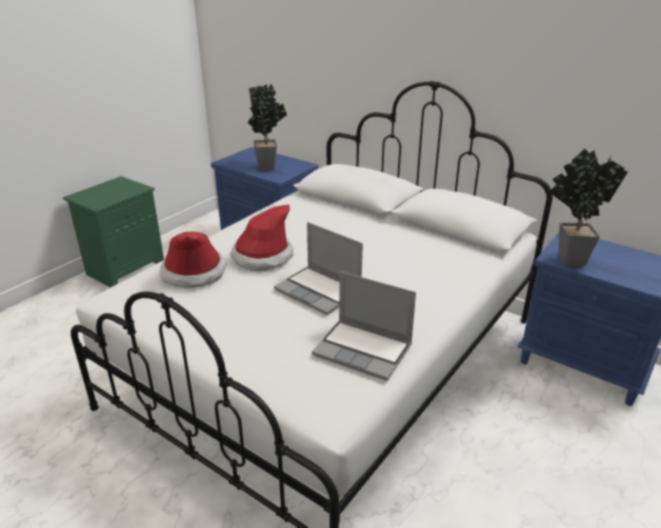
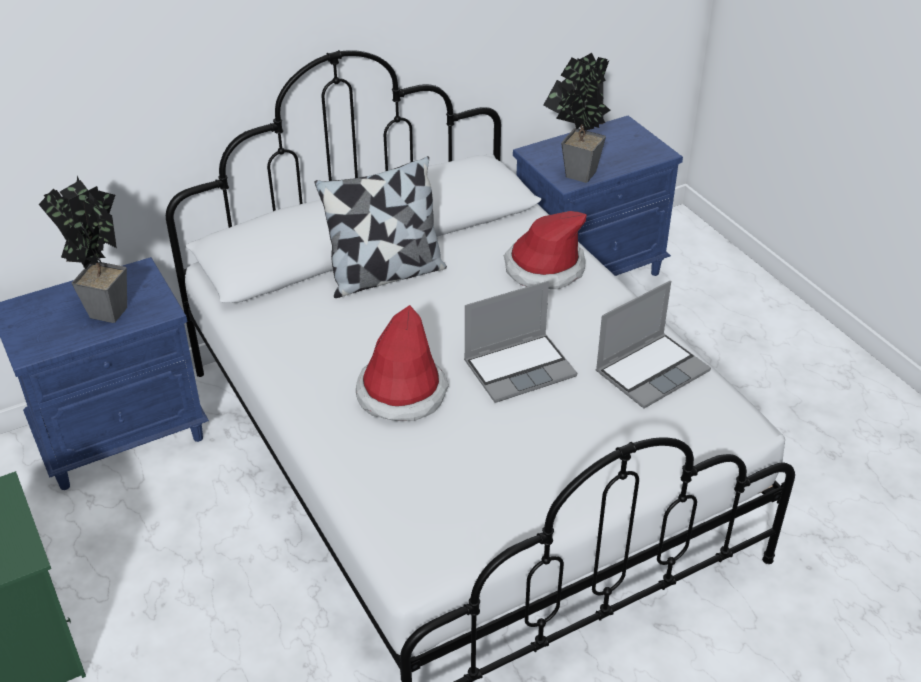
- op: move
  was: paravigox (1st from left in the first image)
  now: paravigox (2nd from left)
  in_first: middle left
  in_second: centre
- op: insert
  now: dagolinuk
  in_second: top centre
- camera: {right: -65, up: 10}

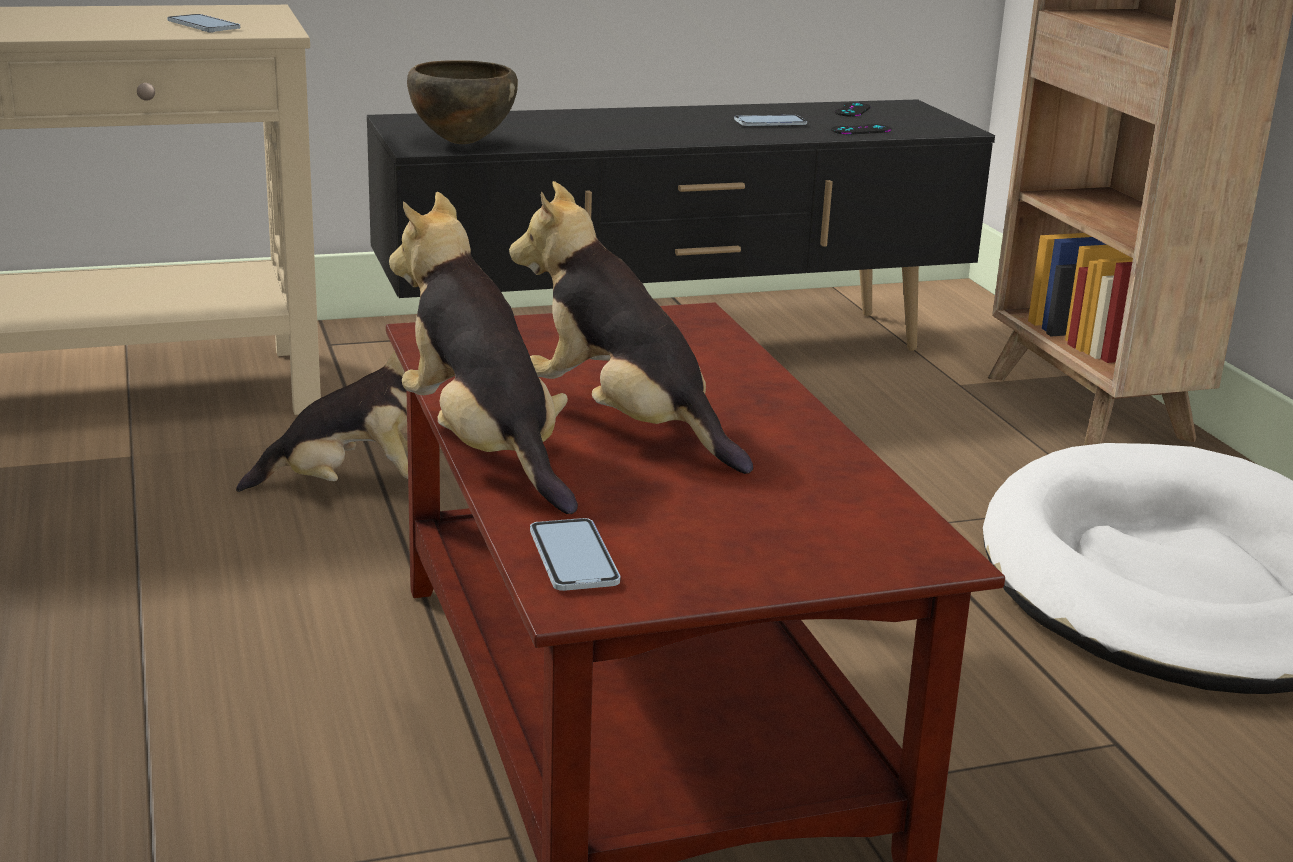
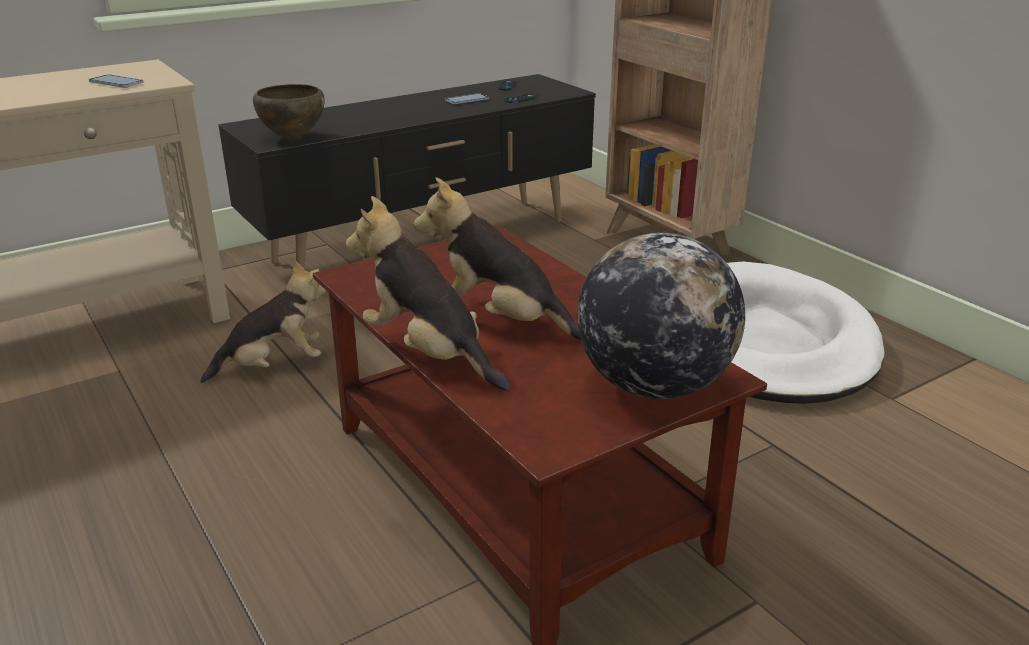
- op: delete
  was: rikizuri (2nd from left)
  in_first: centre
- op: insert
  now: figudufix
  in_second: centre
- camera: {right: -15, up: 5}

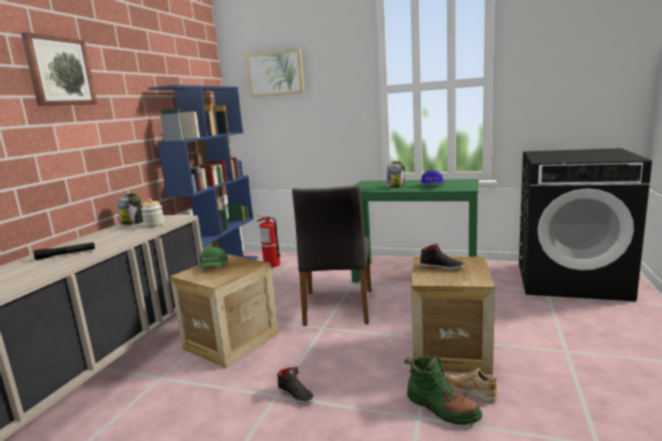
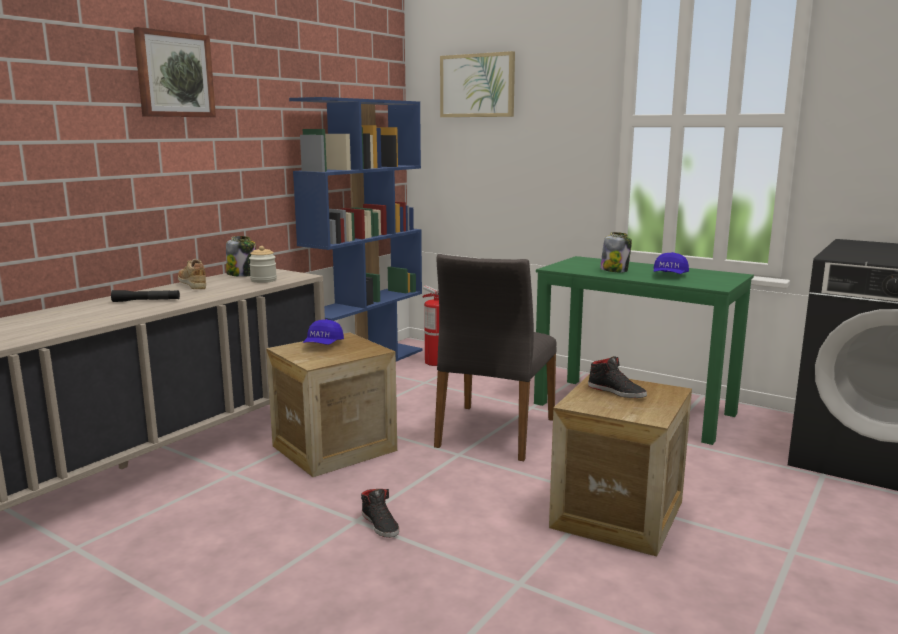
- op: recolor
  was: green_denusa
  now: blue_denusa (1st from left)
  in_first: middle left
  in_second: centre
- op: delete
  was: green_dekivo
  in_first: bottom right
- op: move
  was: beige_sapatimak
  in_first: bottom right
  in_second: middle left
- camera: {right: 15, up: 0}

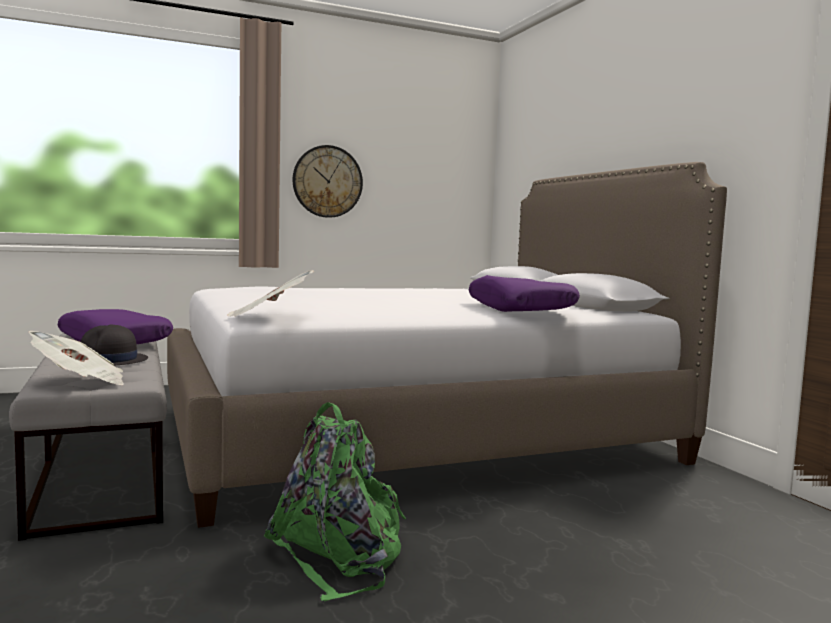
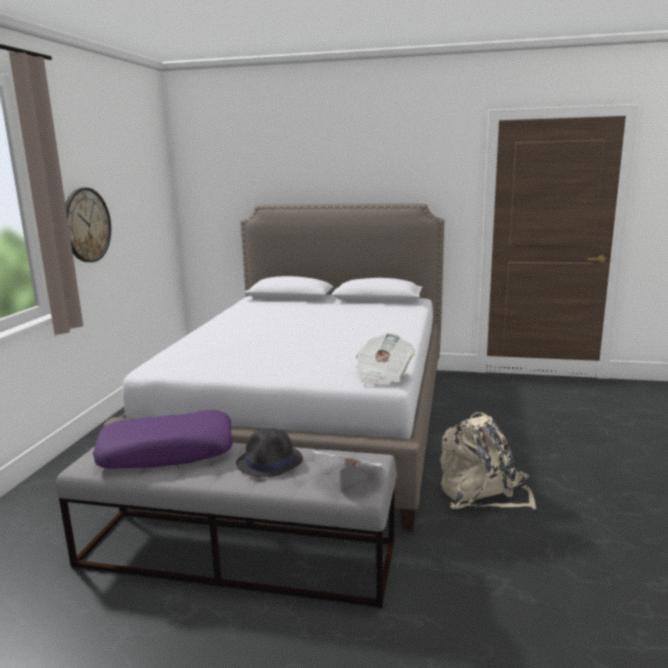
- op: recolor
  was: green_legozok
  now: beige_legozok
  in_first: bottom centre
  in_second: bottom right
- op: delete
  was: purple_dagolinuk (2nd from left)
  in_first: centre
- camera: {right: -55, up: 10}

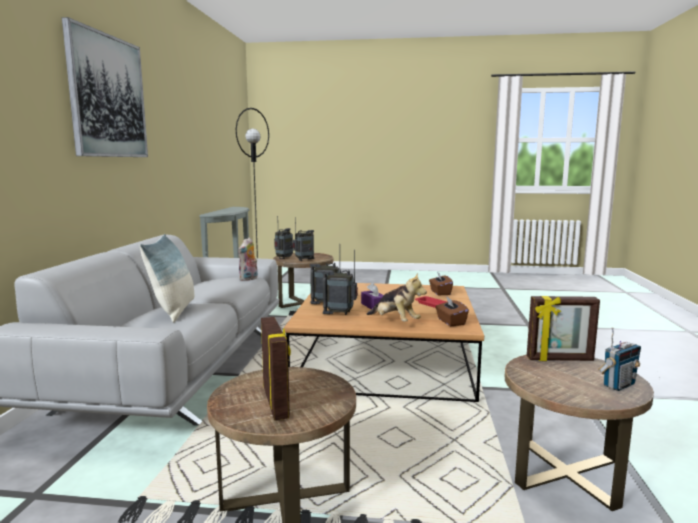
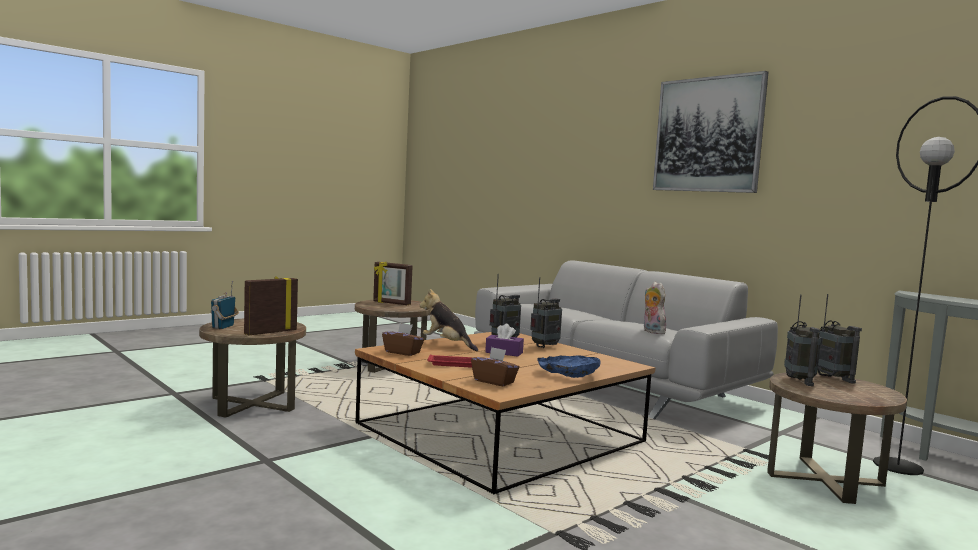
- op: delete
  was: dagolinuk
  in_first: middle left
- op: rotate
  was: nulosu (2nd from left in the first image)
  in_first: centre
  in_second: centre
  clockwise: 45
- op: insert
  now: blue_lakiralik
  in_second: centre
- camera: {right: 130, up: -5}

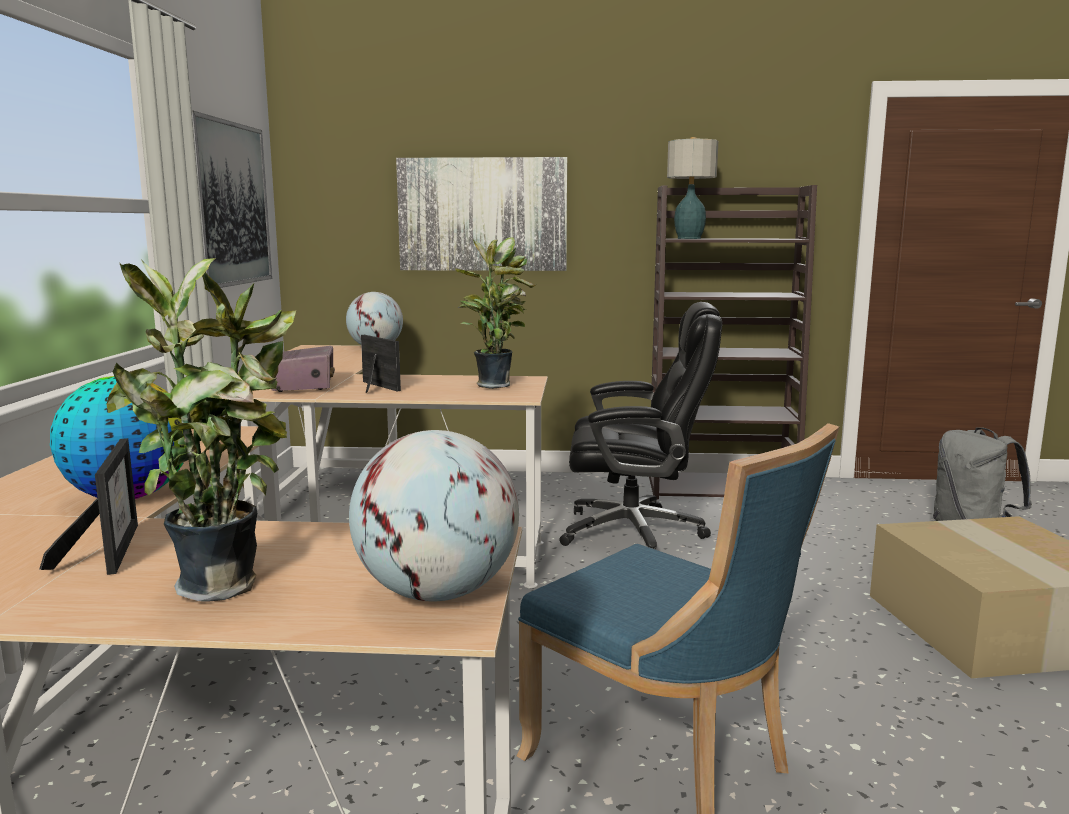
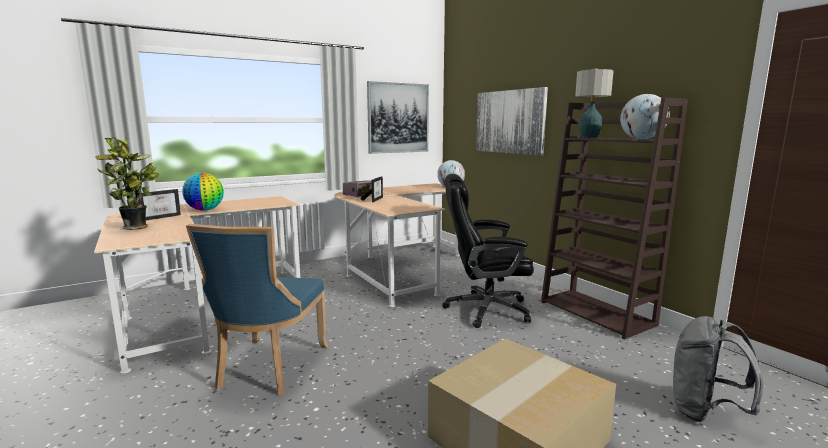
- op: move
  was: figudufix (3rd from left)
  in_first: centre
  in_second: top right
- op: delete
  was: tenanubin (2nd from left)
  in_first: centre
- op: rotate
  was: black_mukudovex
  in_first: centre
  in_second: centre
  clockwise: 120
- camera: {right: 55, up: 0}

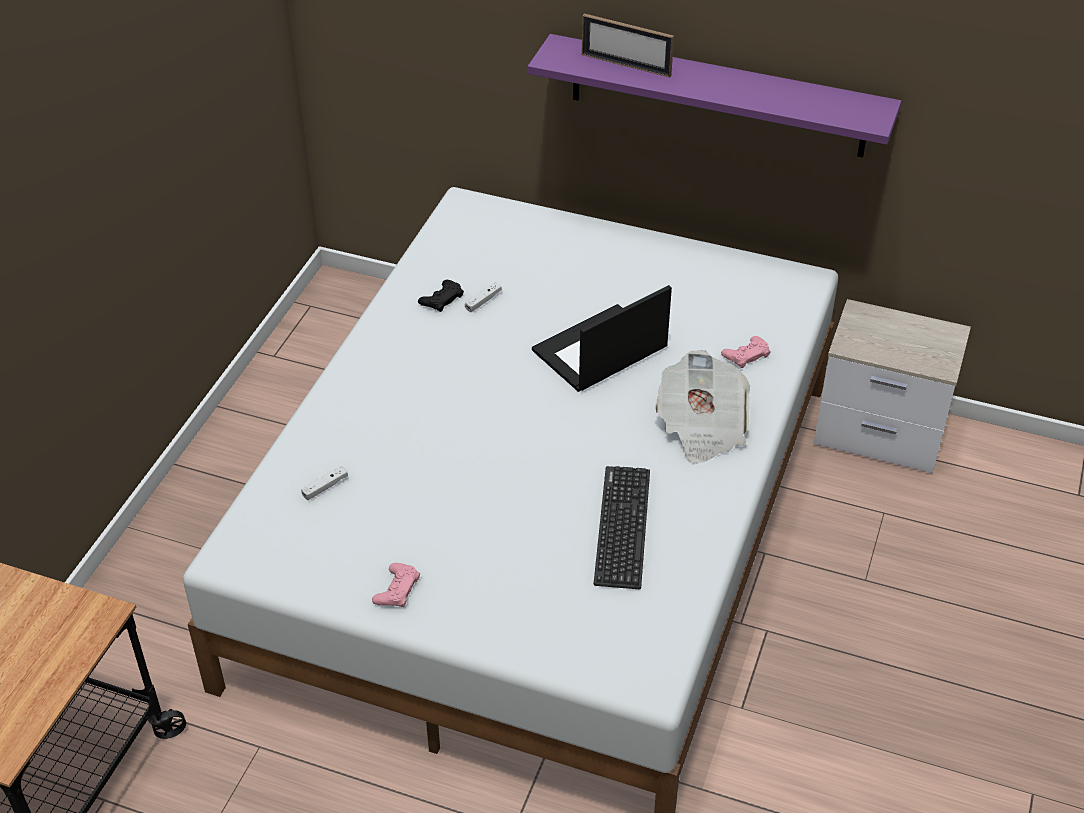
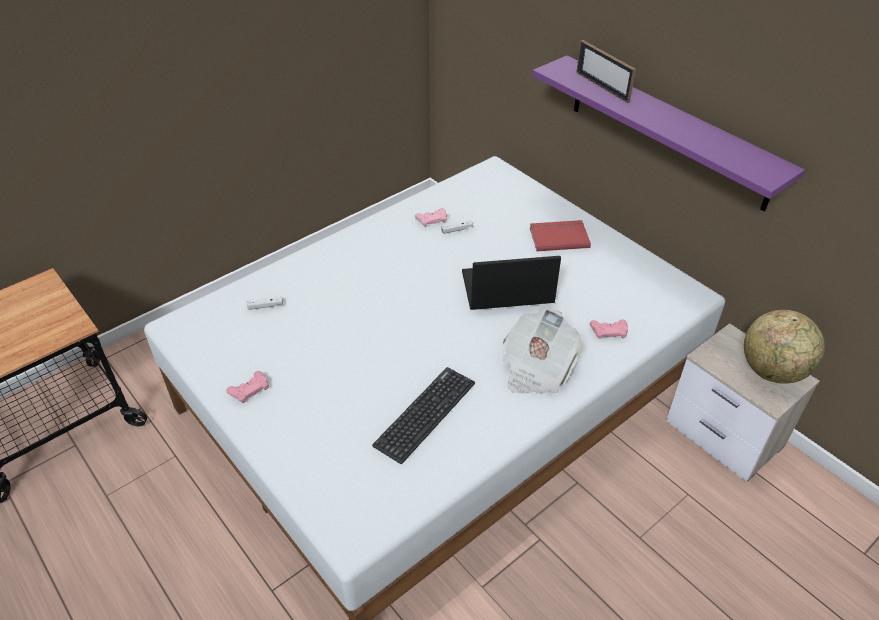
- op: recolor
  was: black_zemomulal
  now: pink_zemomulal (2nd from left)
  in_first: centre
  in_second: centre
- op: insert
  now: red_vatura
  in_second: centre
- op: insert
  now: figudufix
  in_second: middle right
- camera: {right: 30, up: 0}

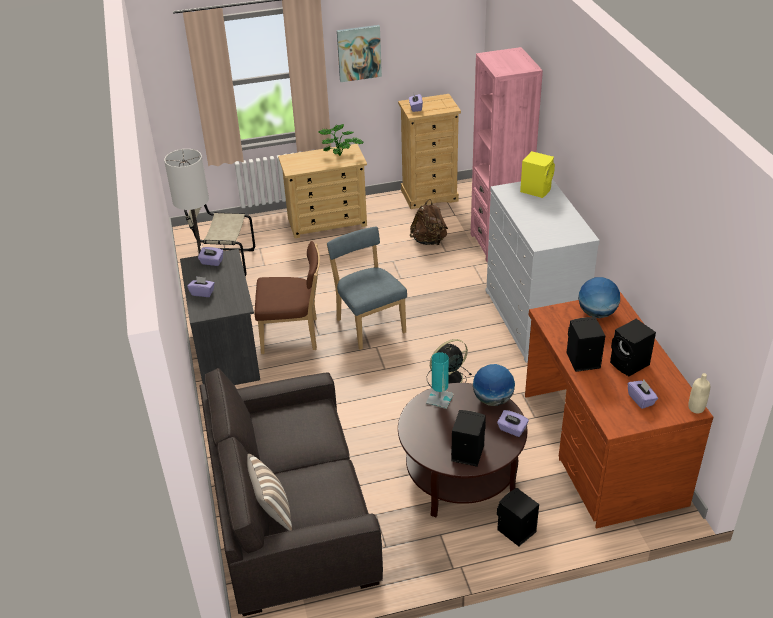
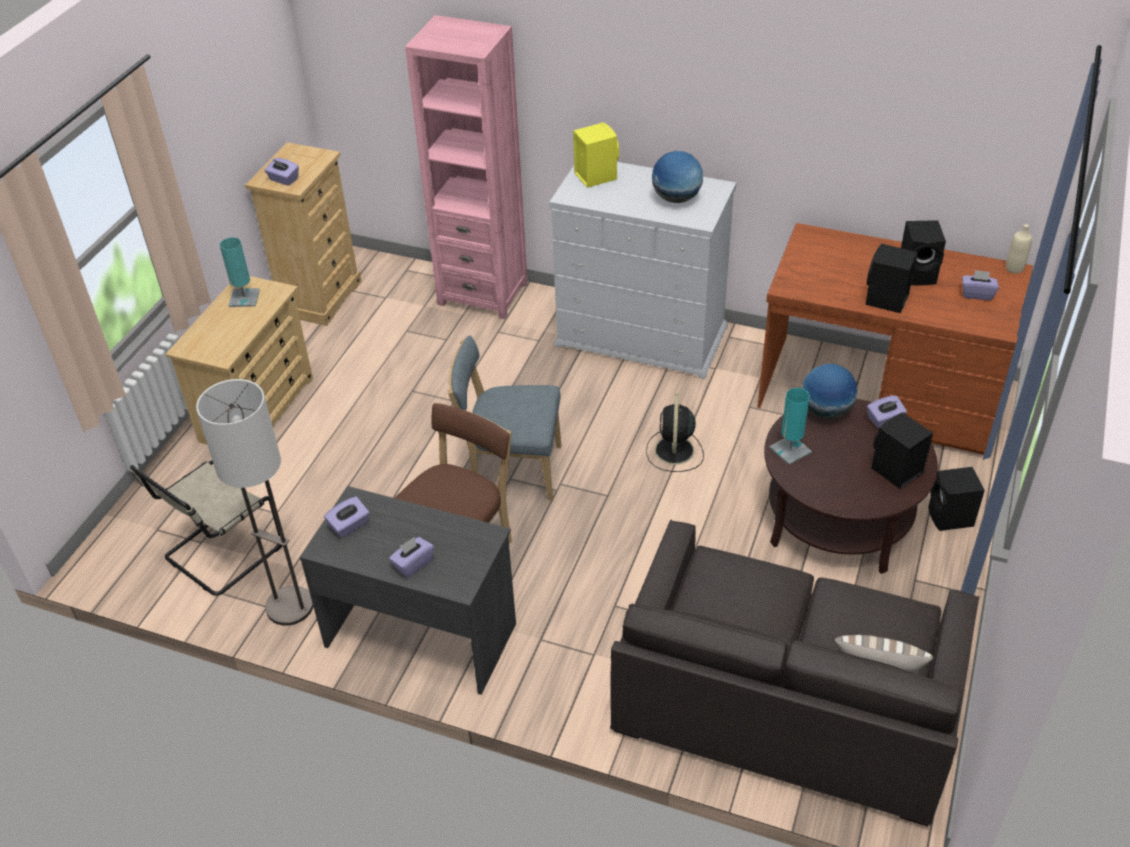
- op: replace
  was: tenanubin
  now: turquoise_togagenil (1st from left)
  in_first: top centre
  in_second: top left
- op: delete
  was: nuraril
  in_first: top centre
- op: delete
  was: brown_legozok
  in_first: centre
- op: move
  was: figudufix (2nd from left in the first image)
  now: figudufix (1st from left)
  in_first: middle right
  in_second: top centre
- camera: {right: -55, up: 5}

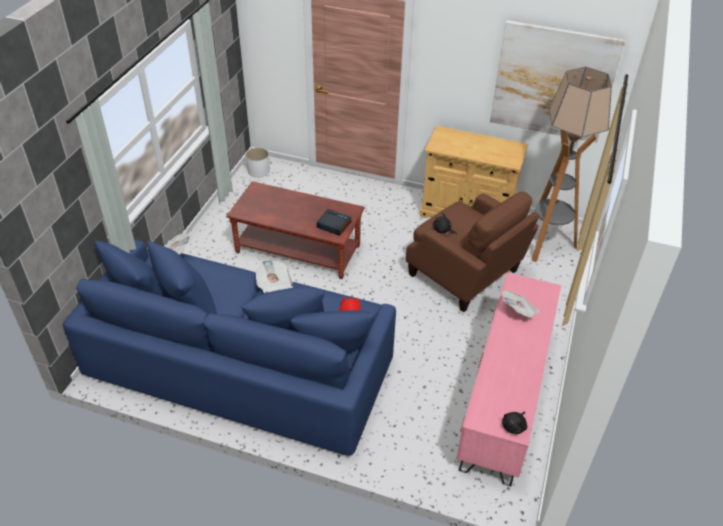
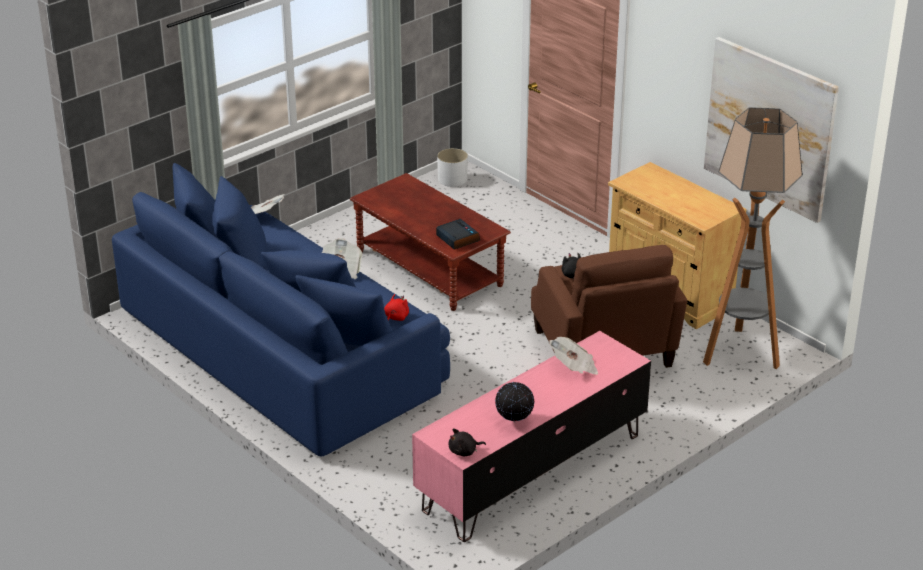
- op: insert
  now: figudufix
  in_second: bottom centre
- camera: {right: 30, up: -10}

